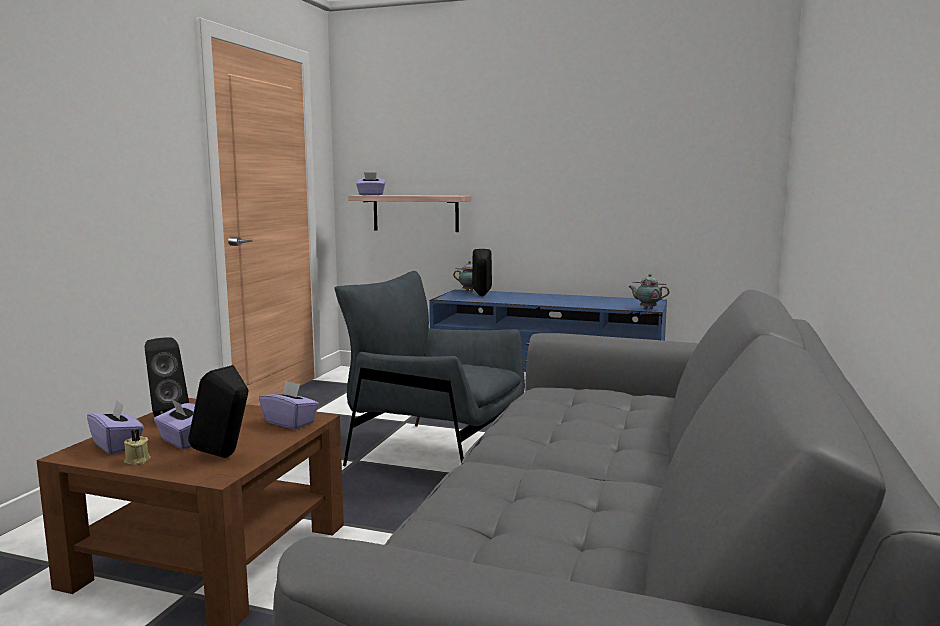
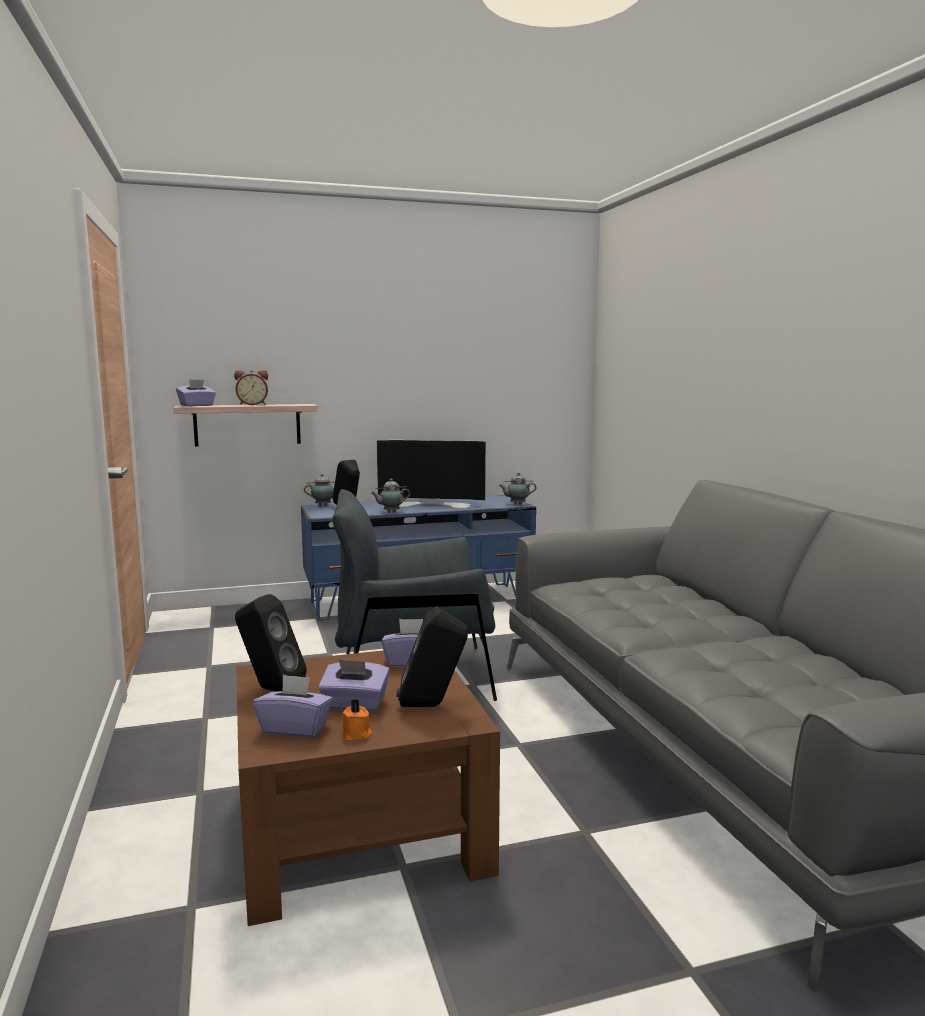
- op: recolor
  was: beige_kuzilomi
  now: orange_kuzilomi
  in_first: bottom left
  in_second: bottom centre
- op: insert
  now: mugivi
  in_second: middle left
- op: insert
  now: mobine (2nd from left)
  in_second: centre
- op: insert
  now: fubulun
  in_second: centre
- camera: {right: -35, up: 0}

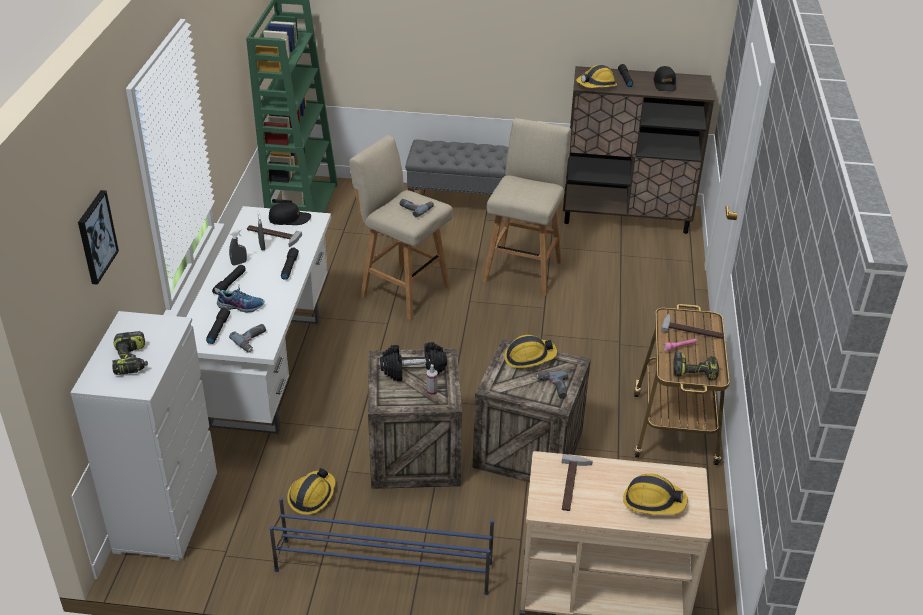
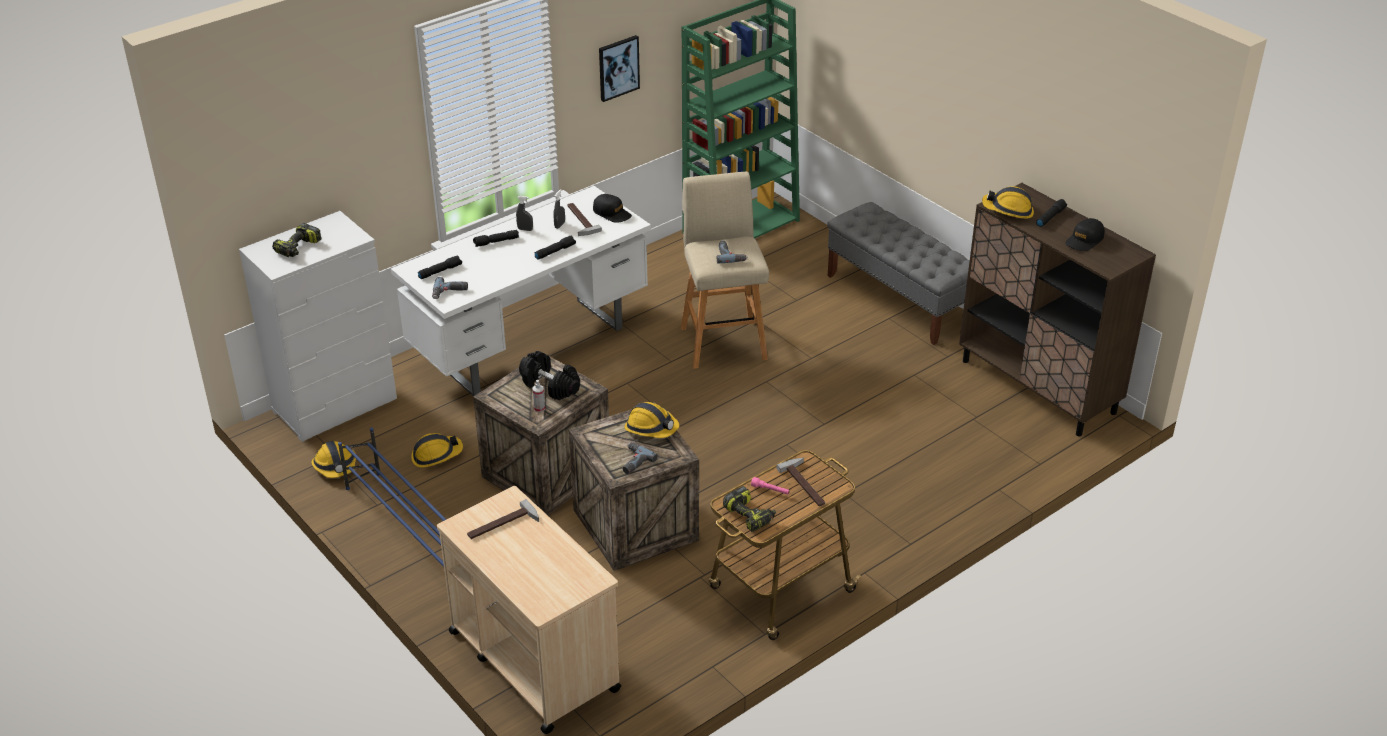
- op: move
  was: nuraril
  in_first: middle left
  in_second: top centre
- op: delete
  was: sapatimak
  in_first: middle left
- op: delete
  was: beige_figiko (2nd from left)
  in_first: centre
- op: move
  was: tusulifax (4th from left in the first image)
  now: tusulifax (1st from left)
  in_first: bottom right
  in_second: middle left
- camera: {right: 45, up: 0}

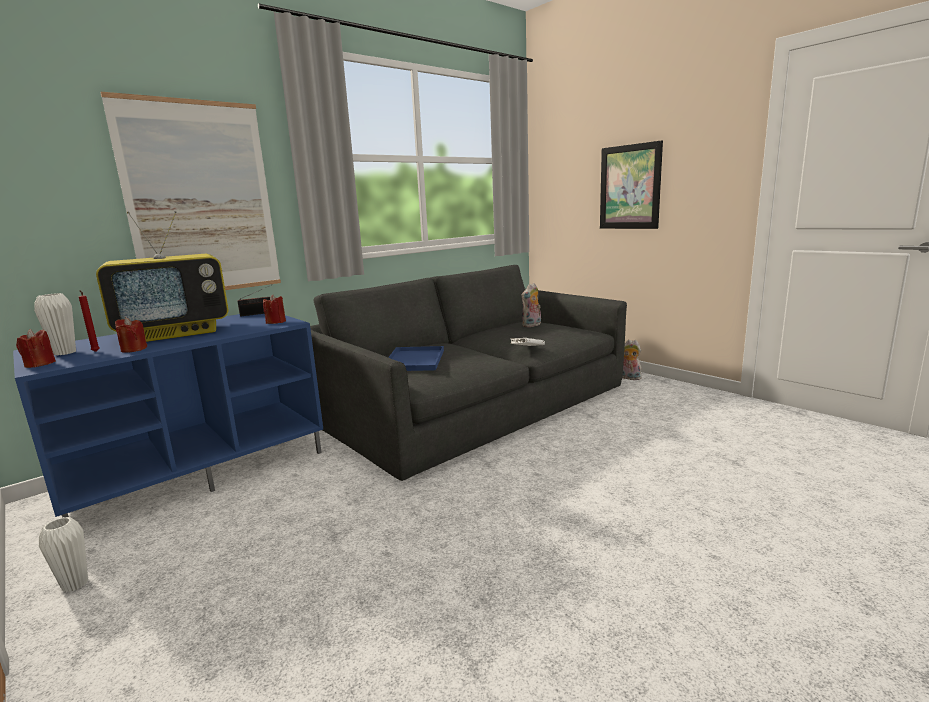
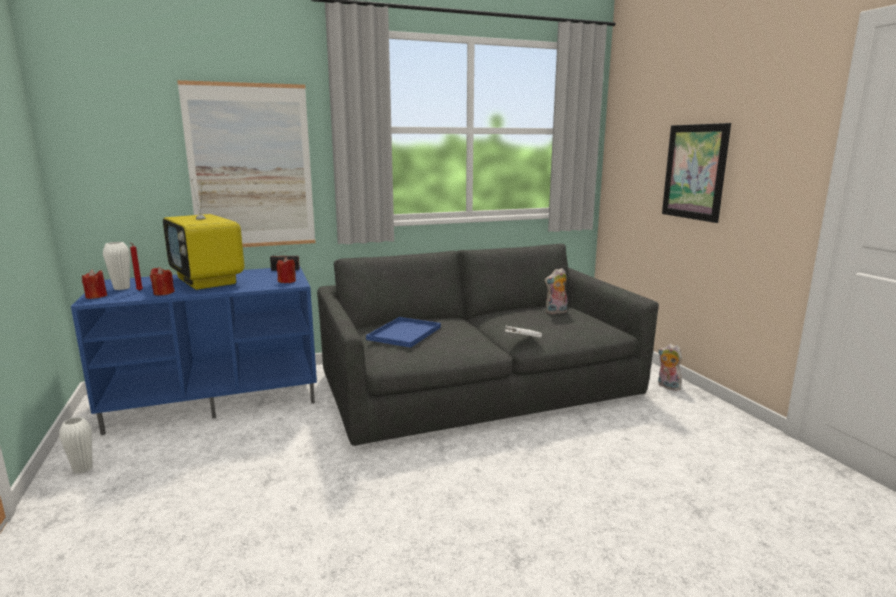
- op: rotate
  was: fubulun
  in_first: middle left
  in_second: middle left
  clockwise: 60
- camera: {right: 20, up: 0}

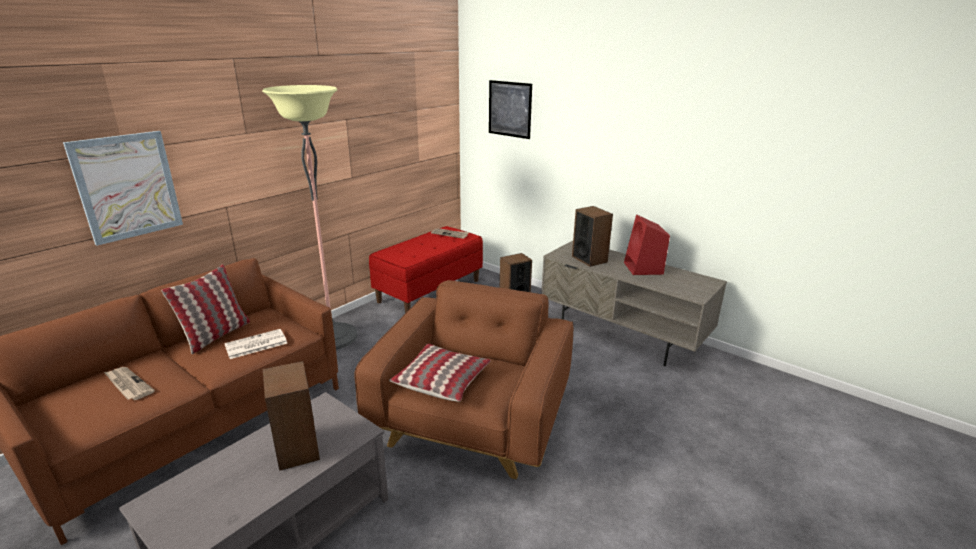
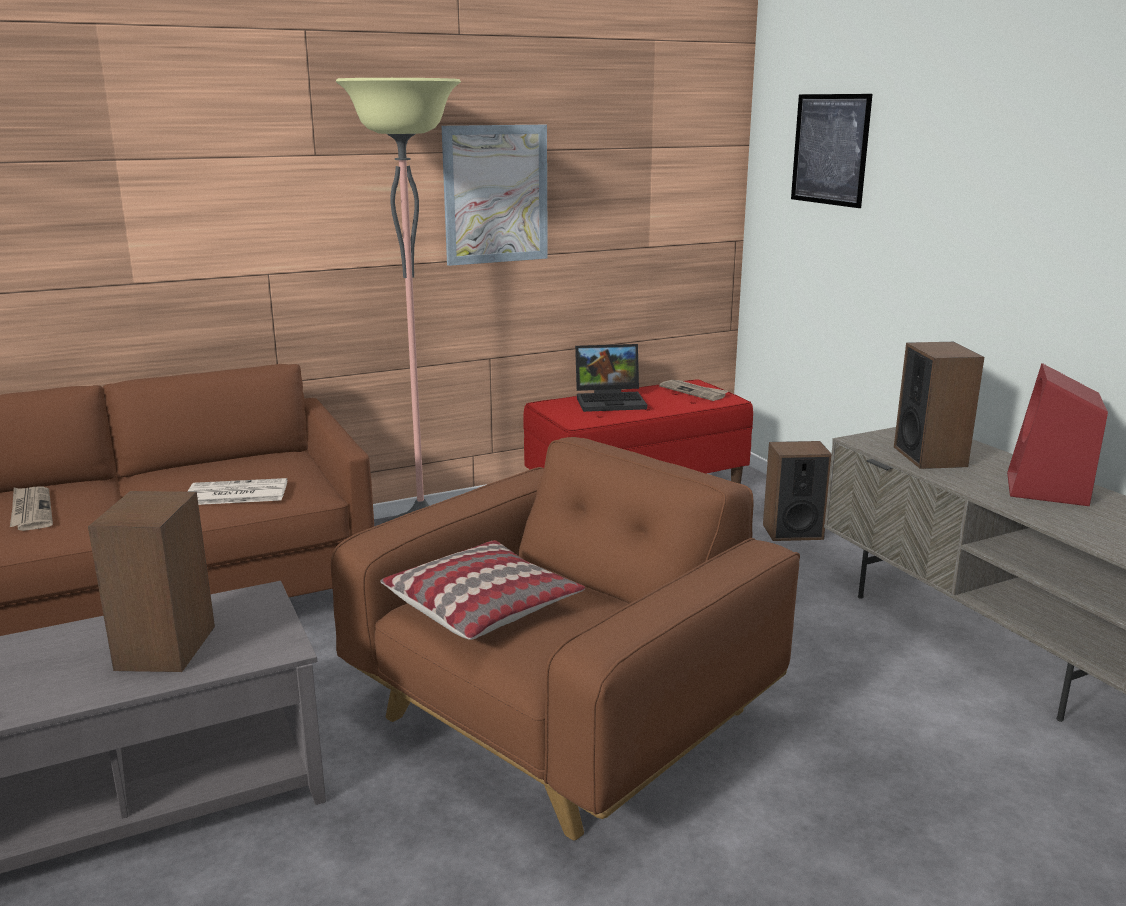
- op: move
  was: nuraril (1st from left)
  in_first: middle left
  in_second: top centre
- op: delete
  was: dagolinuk (1st from left)
  in_first: middle left
- op: insert
  now: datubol
  in_second: centre
- camera: {right: 25, up: -5}

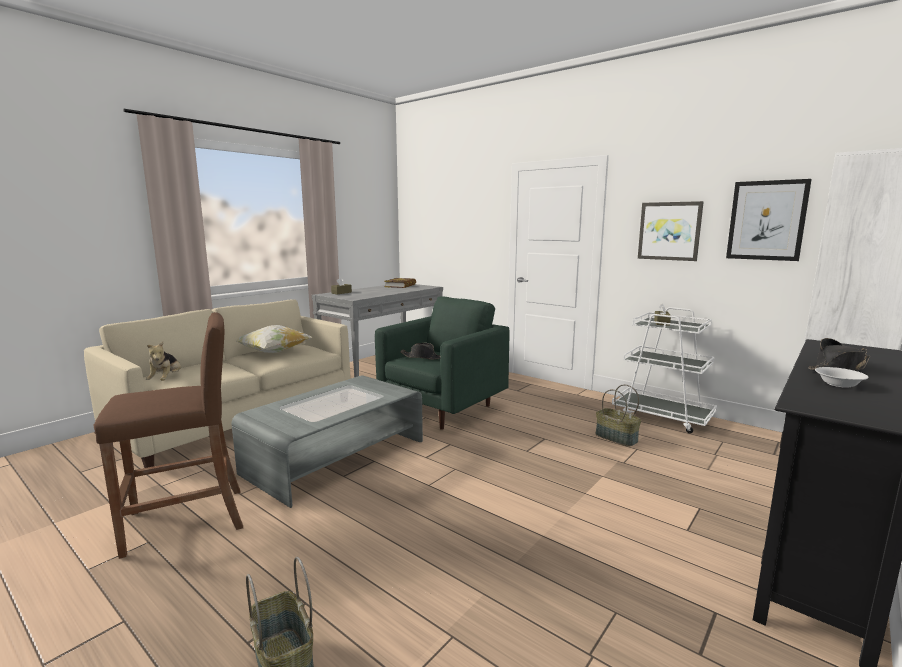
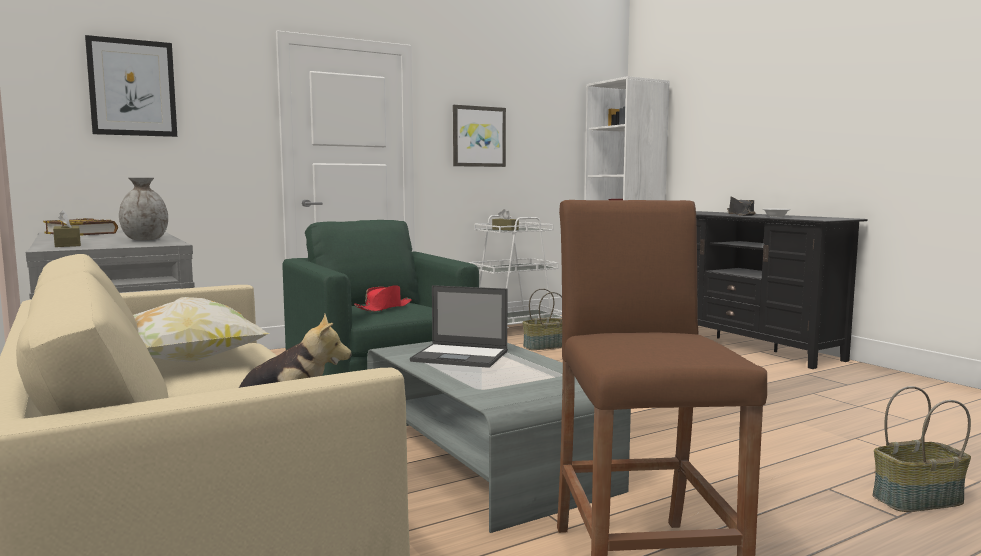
- op: recolor
  was: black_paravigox (1st from left)
  now: red_paravigox
  in_first: centre
  in_second: centre
- op: move
  was: nuraril (2nd from left in the first image)
  now: nuraril (1st from left)
  in_first: top right
  in_second: top left
- op: insert
  now: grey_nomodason
  in_second: middle left
- op: insert
  now: datubol
  in_second: centre
- camera: {right: -70, up: -5}

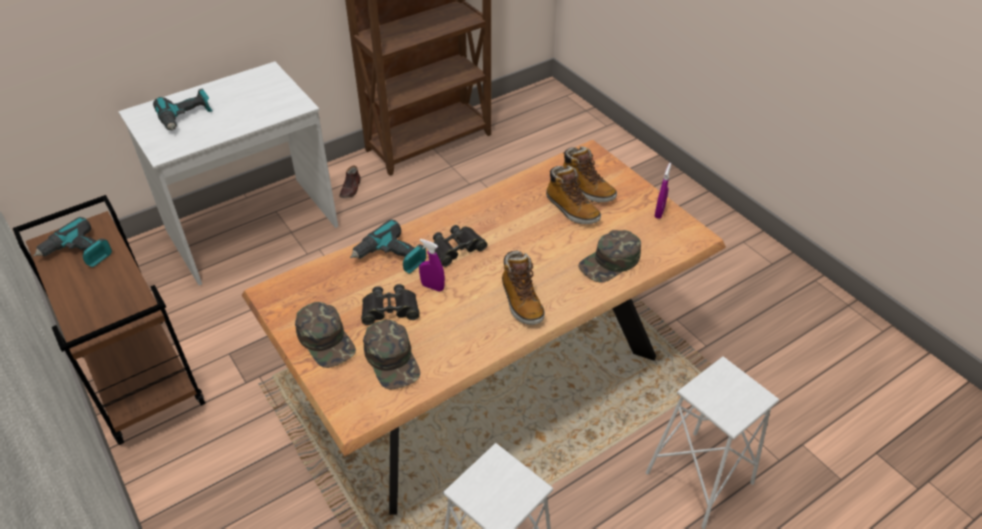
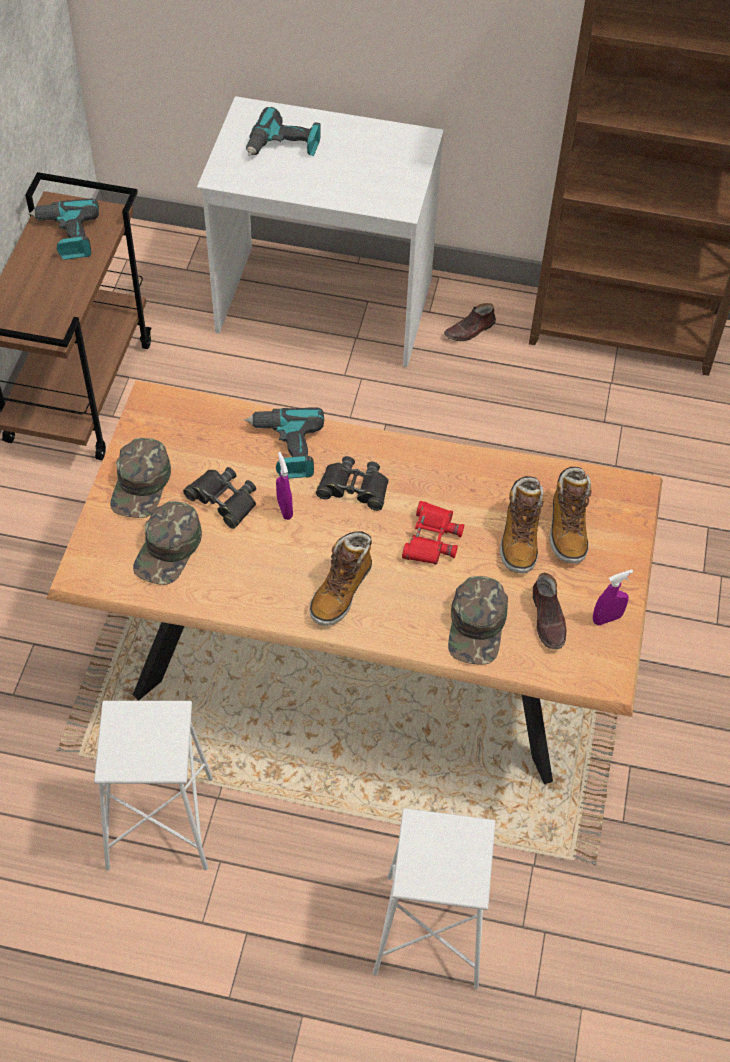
- op: rotate
  was: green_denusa (3rd from left)
  in_first: centre
  in_second: centre
  clockwise: -90
- op: insert
  now: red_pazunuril
  in_second: centre
- op: insert
  now: brown_sapatimak (2nd from left)
  in_second: middle right
- camera: {right: 45, up: 10}

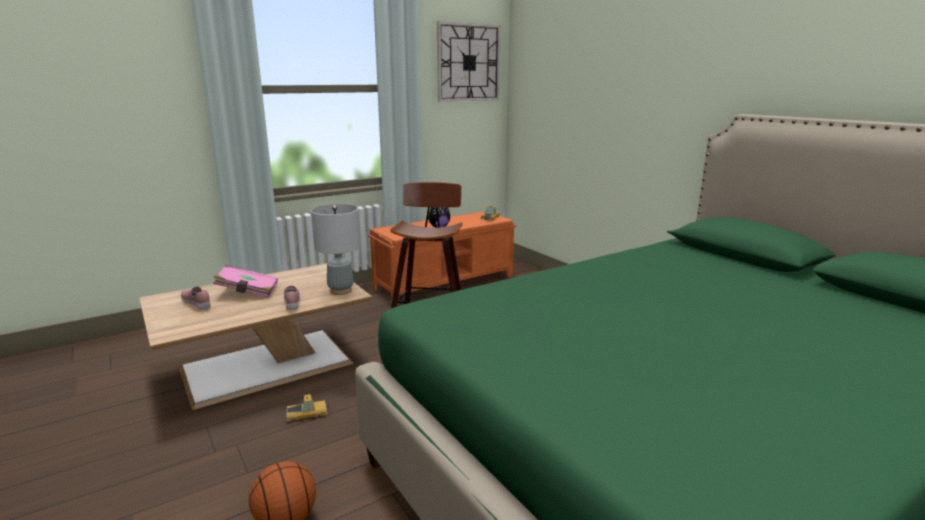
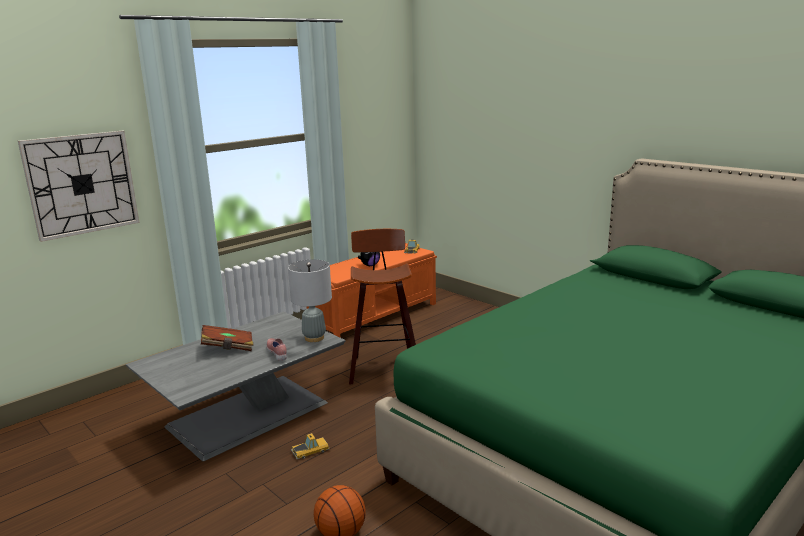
- op: recolor
  was: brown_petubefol
  now: grey_petubefol
  in_first: middle left
  in_second: bottom left
- op: delete
  was: pink_sapatimak (1st from left)
  in_first: middle left
- op: recolor
  was: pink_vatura
  now: brown_vatura
  in_first: middle left
  in_second: middle left
- op: move
  was: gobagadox
  in_first: top centre
  in_second: middle left
- camera: {right: -10, up: 0}

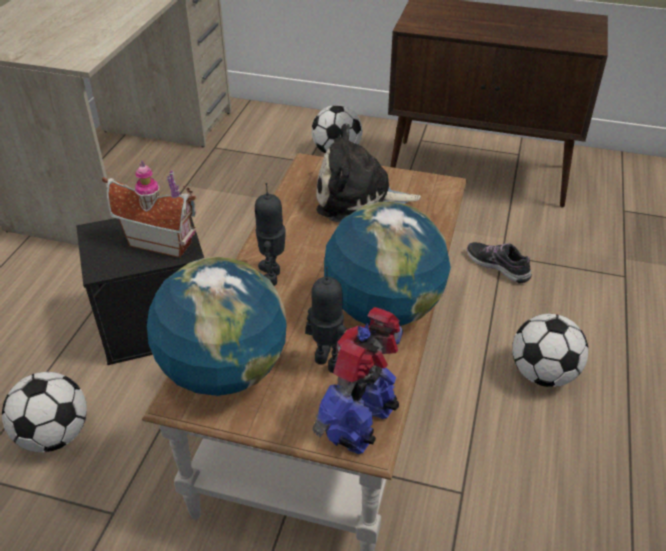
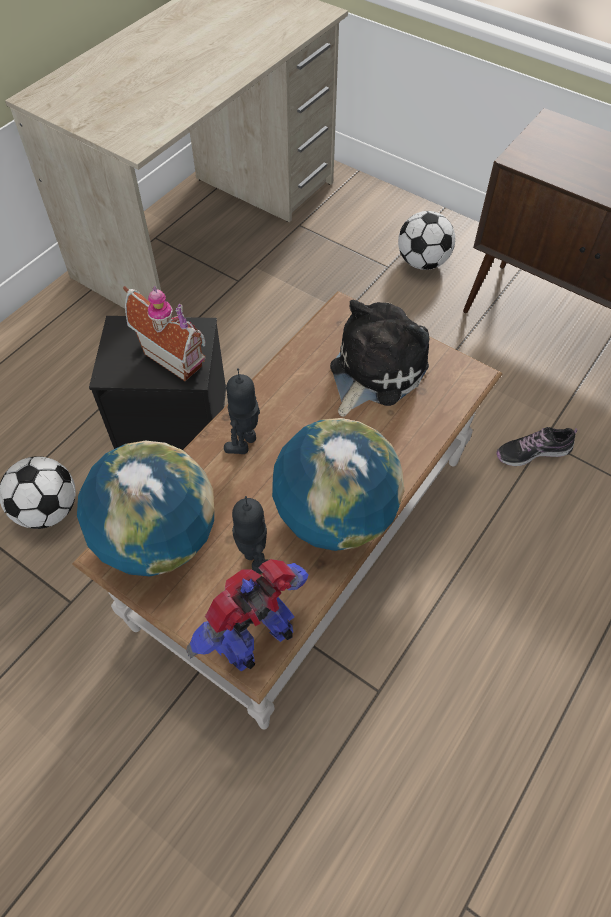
- op: rotate
  was: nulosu
  in_first: top centre
  in_second: centre
  clockwise: 105
- op: rotate
  was: sapatimak
  in_first: middle right
  in_second: middle right
  clockwise: -75
- op: delete
  was: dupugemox (3rd from left)
  in_first: middle right
- camera: {right: 20, up: 15}

